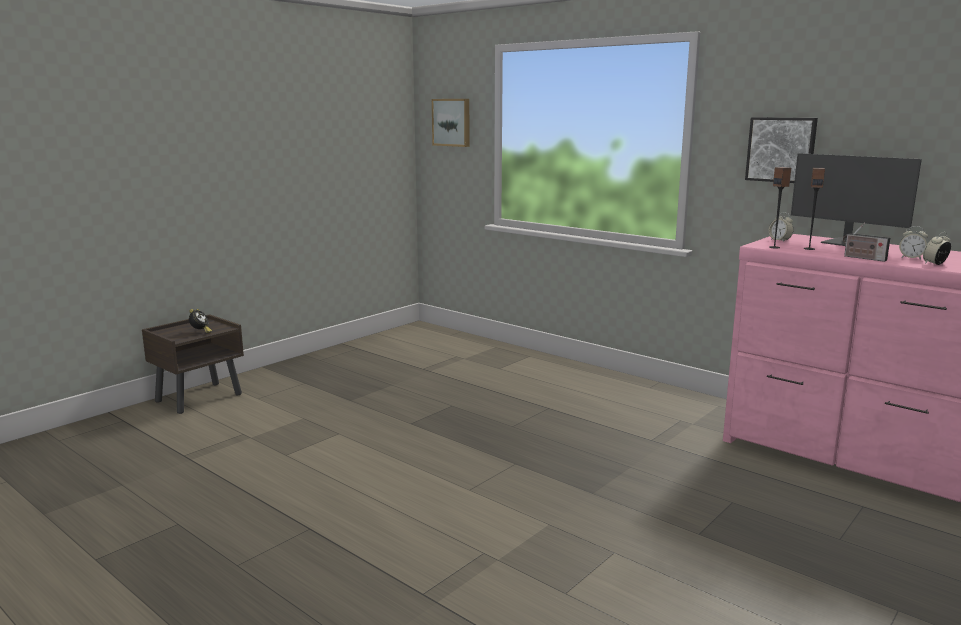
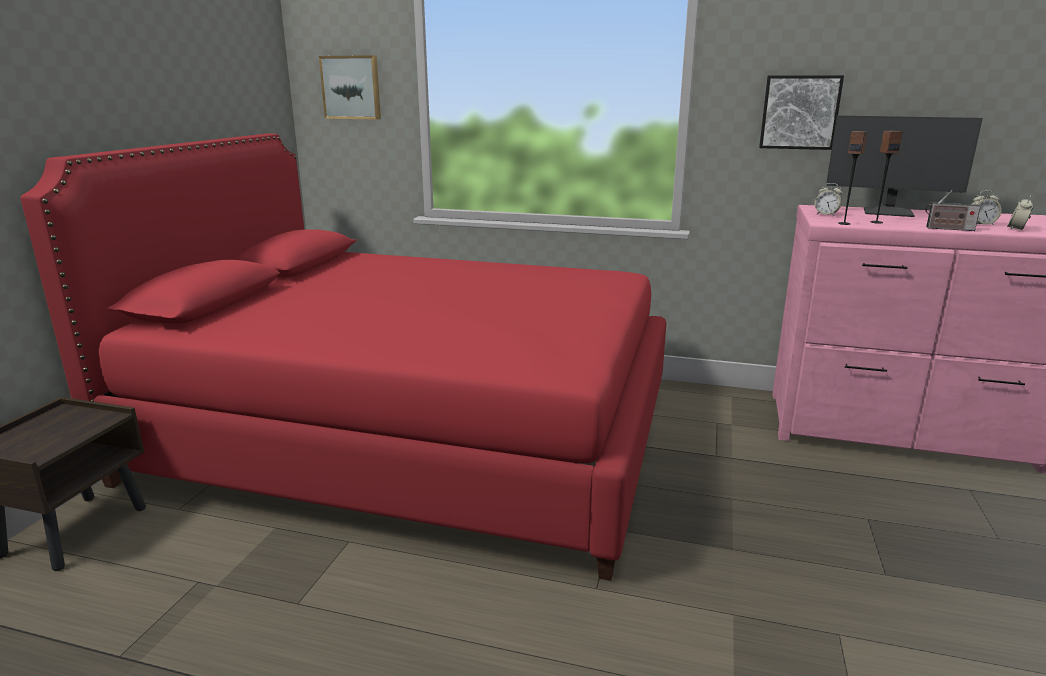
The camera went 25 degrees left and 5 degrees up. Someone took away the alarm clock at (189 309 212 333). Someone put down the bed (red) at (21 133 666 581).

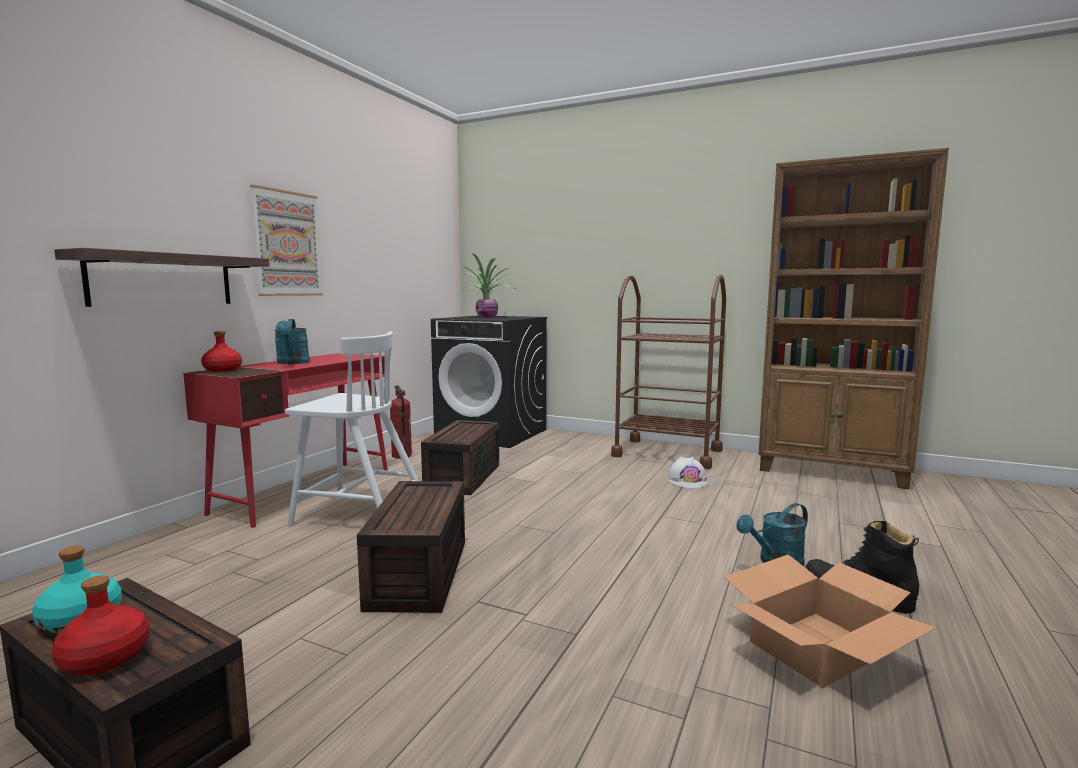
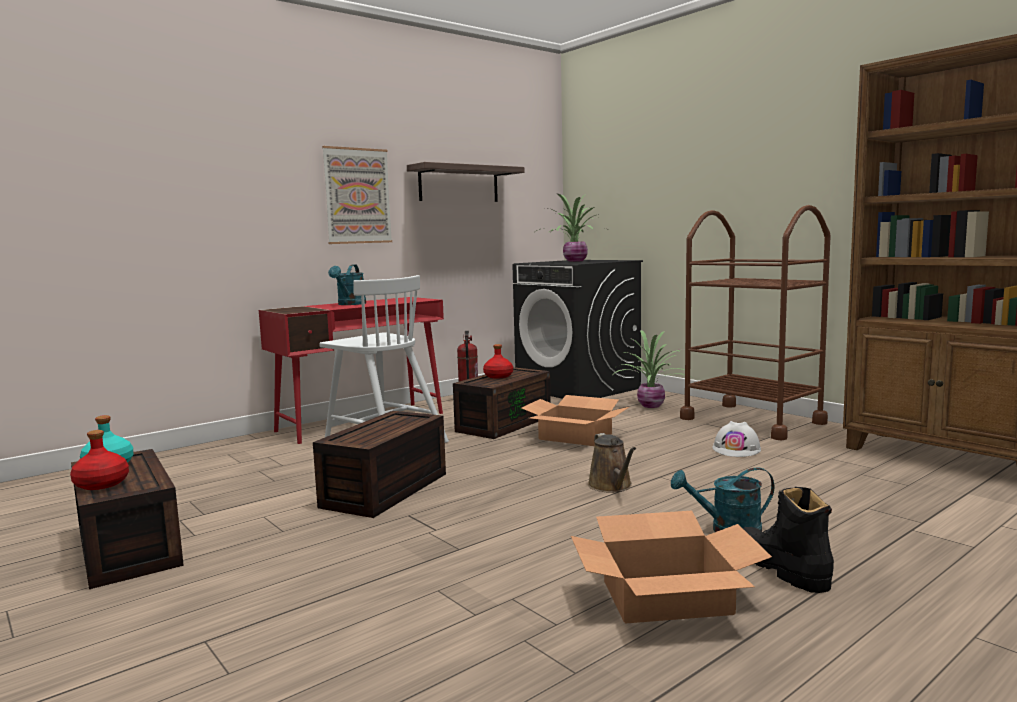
The camera went 25 degrees right and 0 degrees up. Someone put down the cardboard box at (522 395 629 446). Someone put down the watering can (brown) at (588 433 636 492). Someone put down the potted plant at (614 330 692 408). Someone carried the shelf from (54 248 270 307) to (407 162 525 202). Someone carried the bottle (red) from (201 331 242 372) to (483 344 513 378).

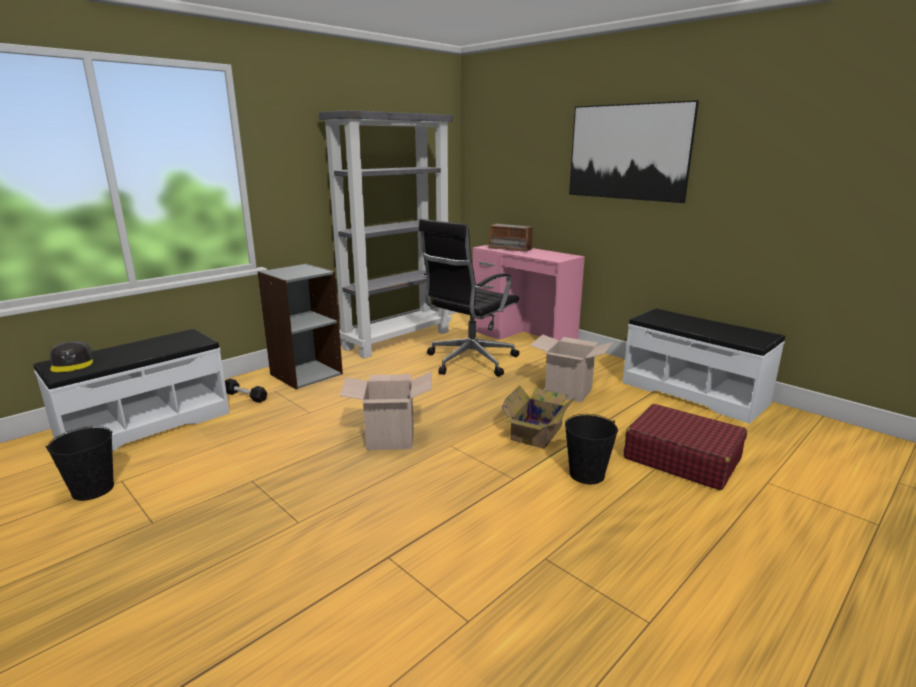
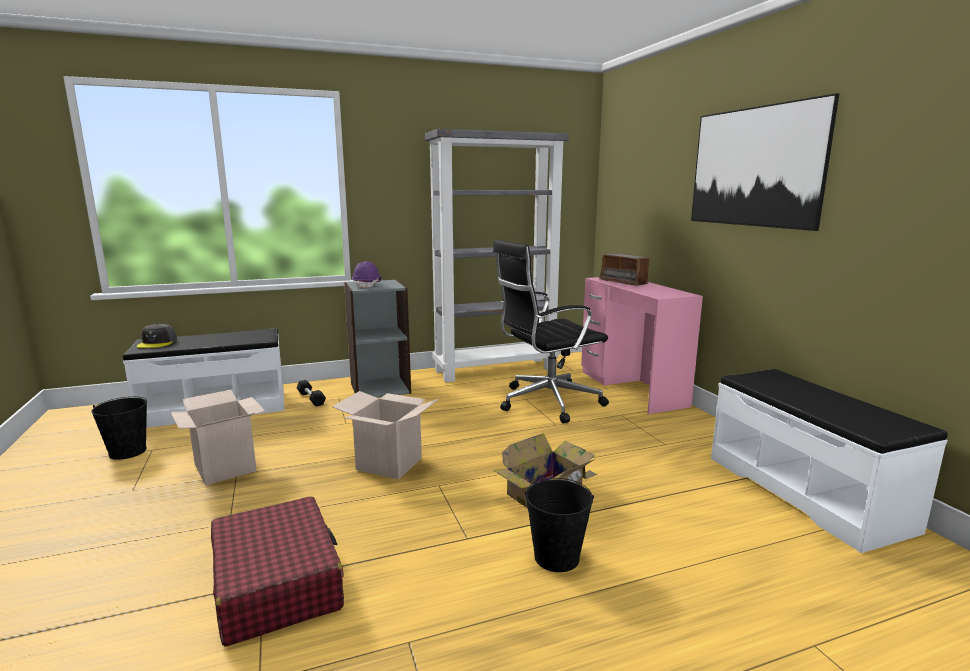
The camera went 25 degrees right and 5 degrees down. Someone put down the hard hat (purple) at (352 261 381 289). Someone carried the cardboard box from (530 334 613 403) to (170 390 265 485). Someone carried the suitcase (red) from (624 404 747 490) to (211 496 344 646).

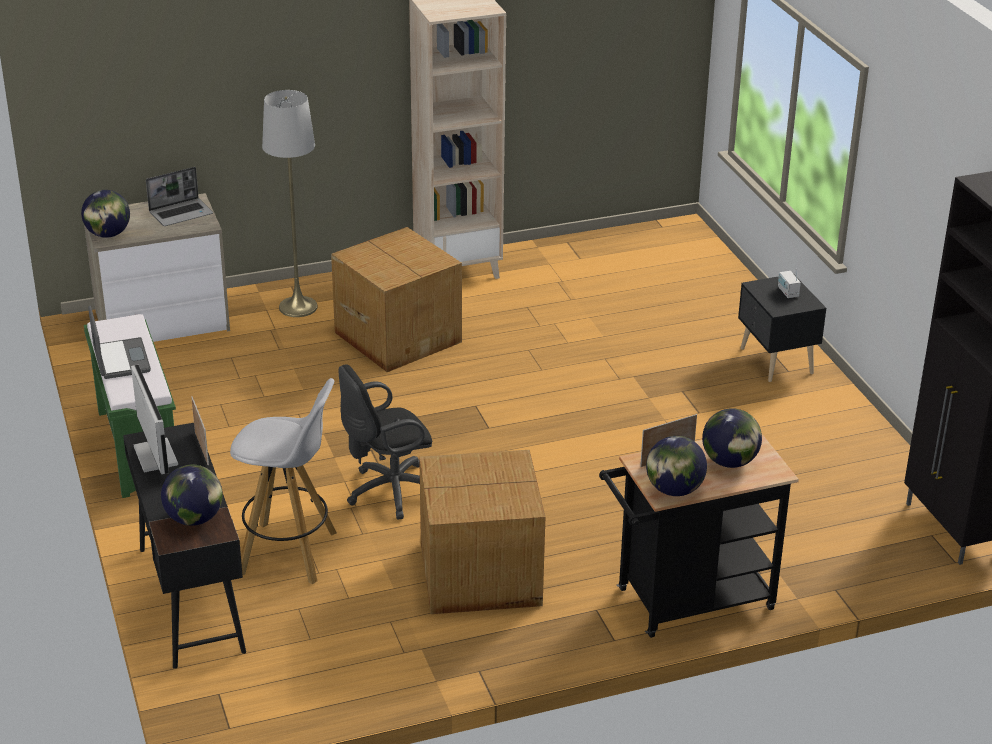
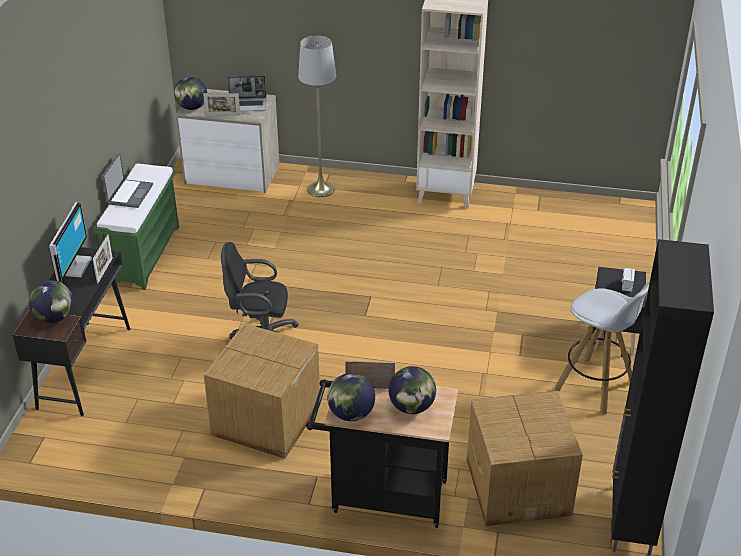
The camera went 30 degrees right and 5 degrees up. Someone put down the picture frame at (203 93 240 116). Someone carried the stool (white) from (230 378 337 584) to (555 281 650 415). Someone carried the cardboard box from (331 227 462 372) to (467 391 583 526).

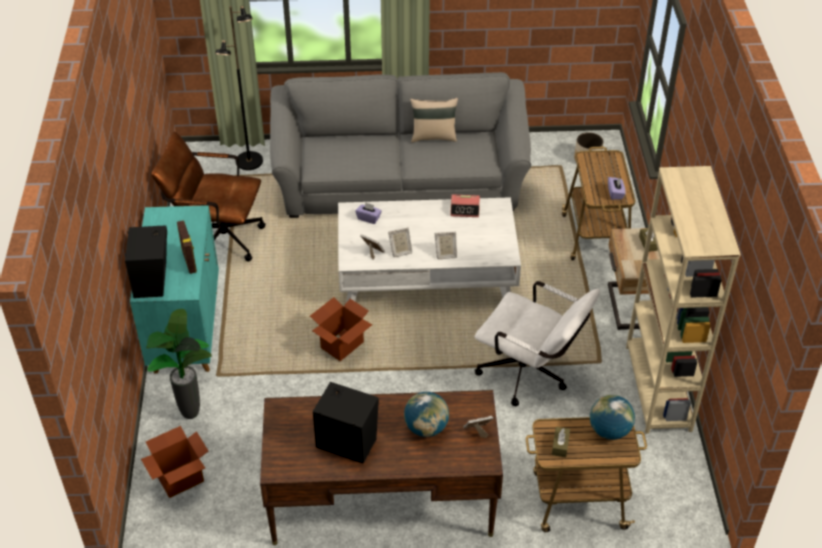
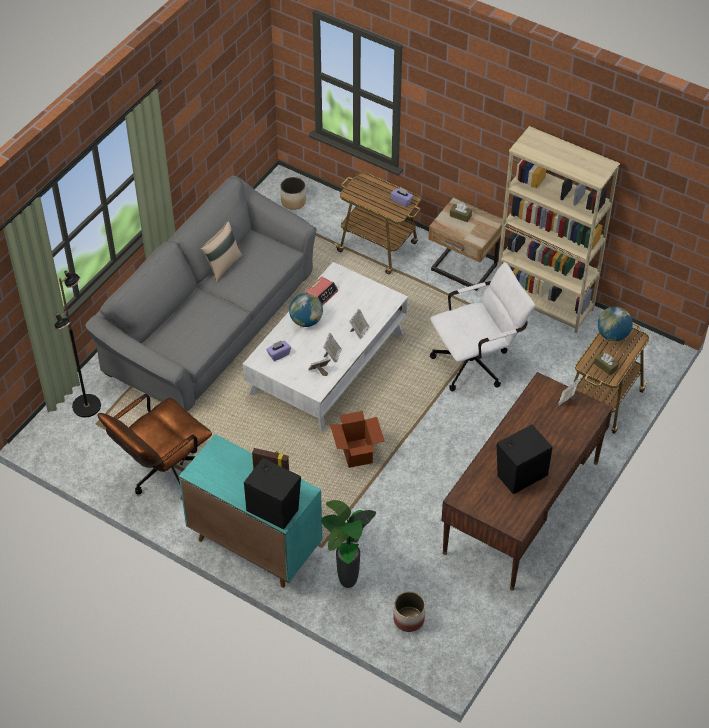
The camera went 55 degrees left and 5 degrees up. Someone carried the globe from (404 392 449 437) to (289 293 323 327). Someone swapped the cardboard box at (141 426 208 498) for the planter at (393 592 425 632).

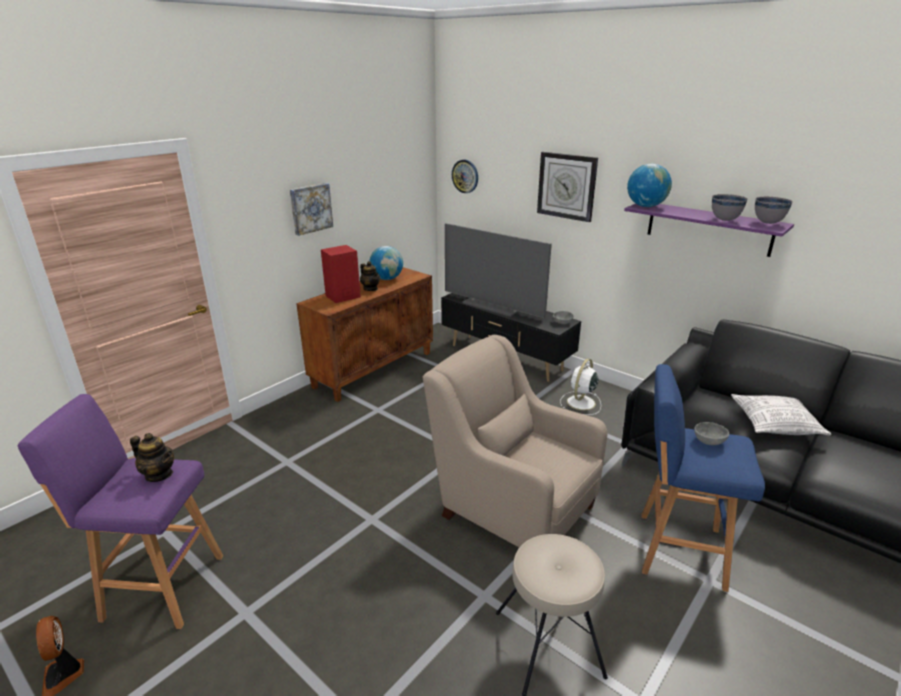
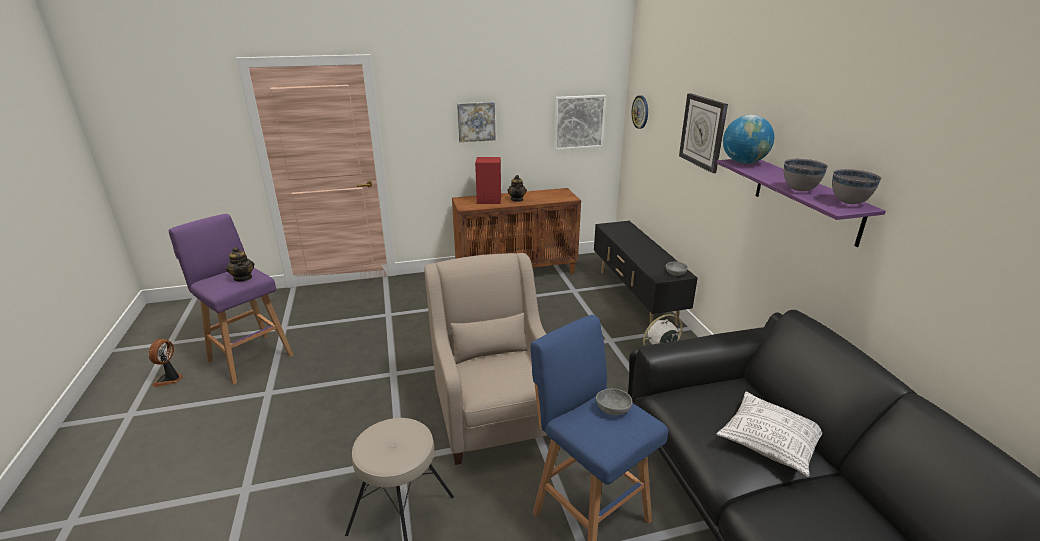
The camera went 35 degrees right and 0 degrees up. Someone took away the globe at (369 246 403 280). Someone took away the television at (445 223 552 318). Someone put up the picture at (554 95 606 150).

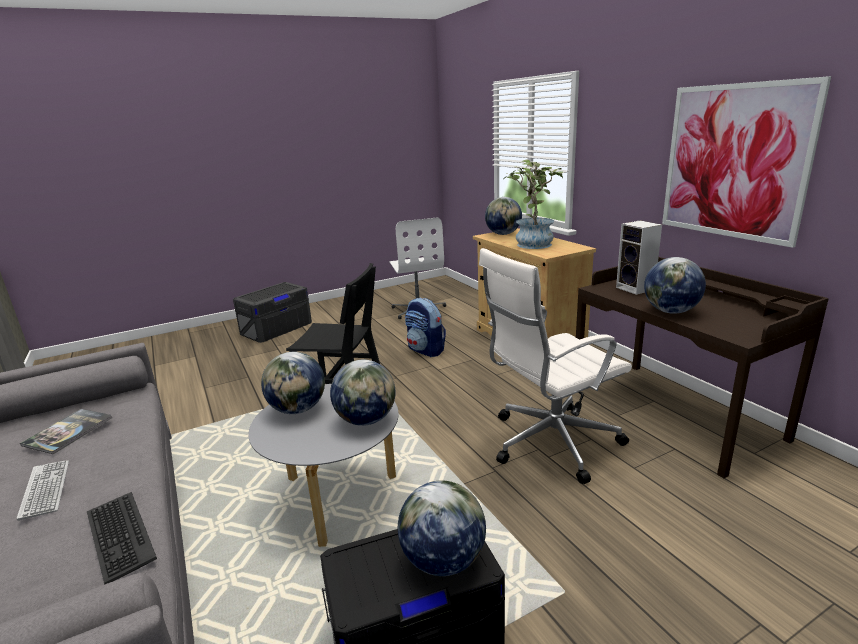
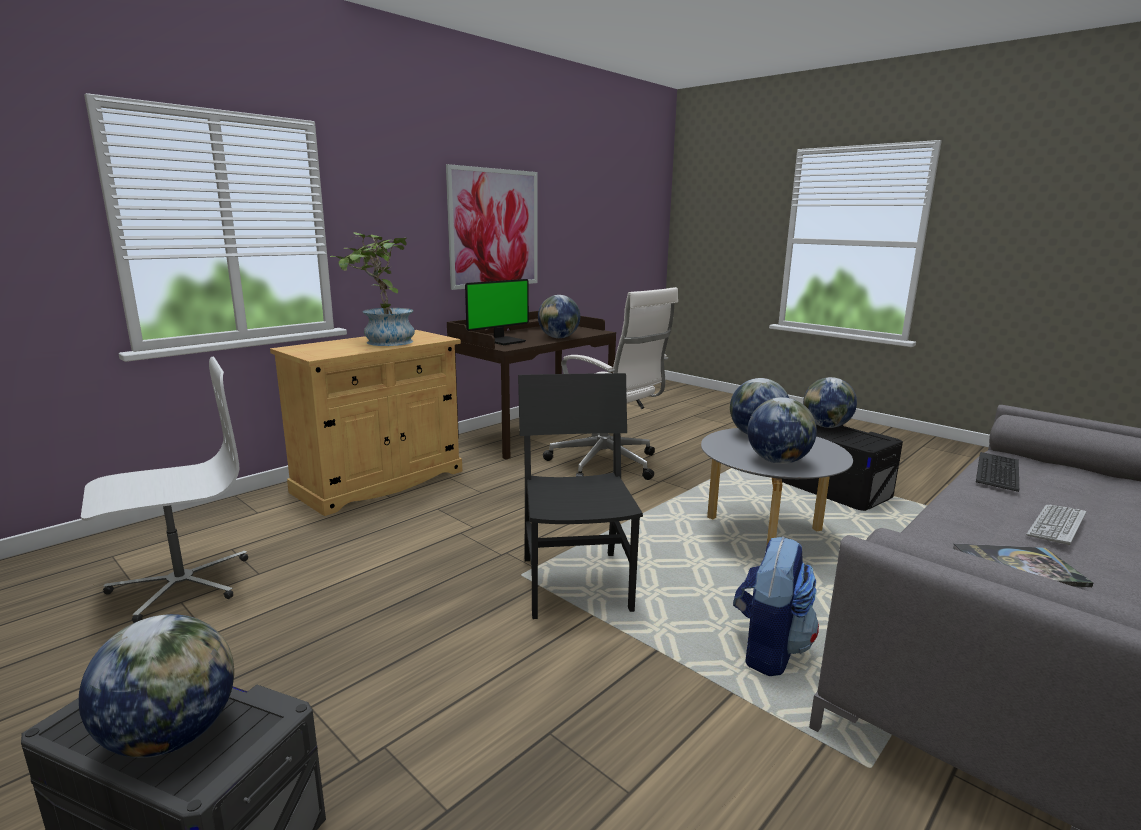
The camera went 110 degrees left and 5 degrees down. Someone carried the backpack from (405 298 446 357) to (733 536 819 676). Someone carried the globe from (485 197 522 235) to (79 614 234 758). Someone swapped the speaker at (616 220 662 295) for the monitor at (465 279 529 345).

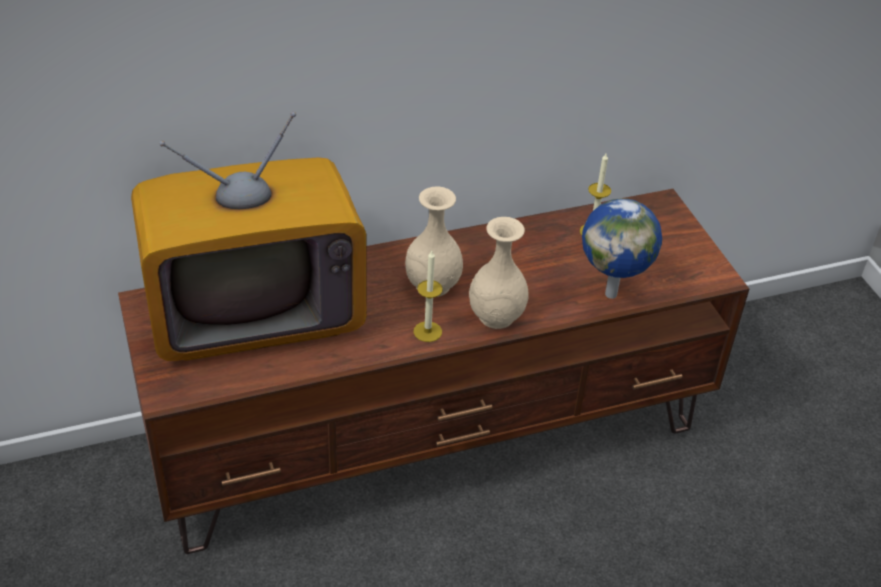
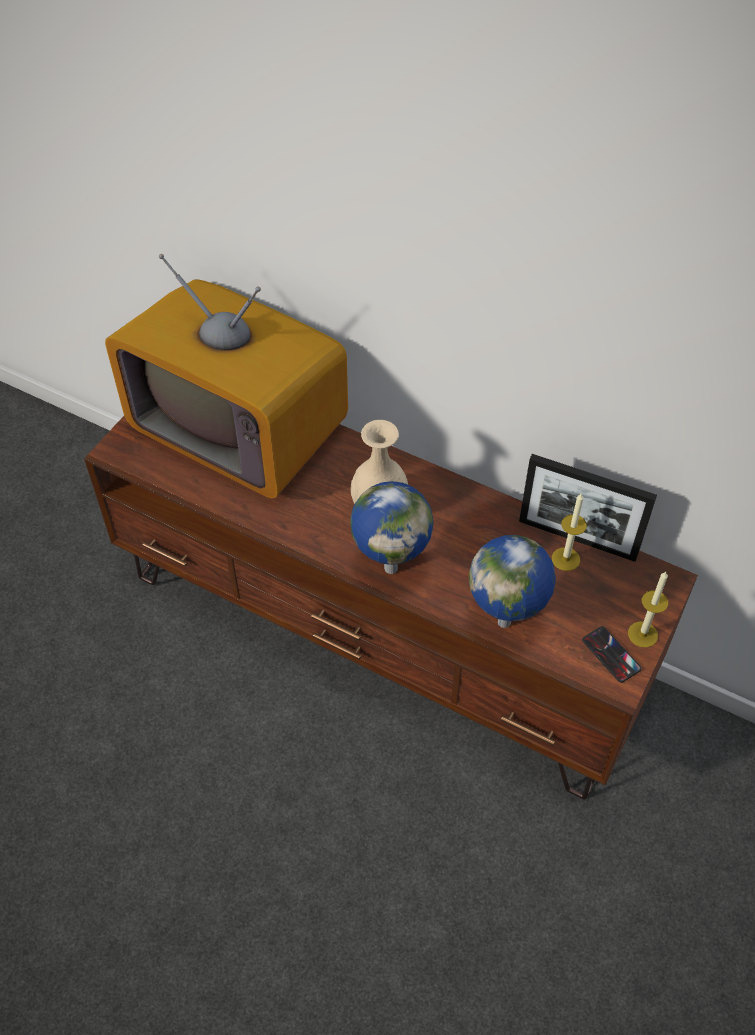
The camera went 50 degrees right and 10 degrees up. Someone put down the picture frame at (519 454 657 562). Someone put down the phone at (582 626 642 683). Someone carried the candle from (413 251 443 342) to (628 572 668 648). Someone swapped the vase (beige) at (469 217 529 329) for the globe at (350 481 434 574).

